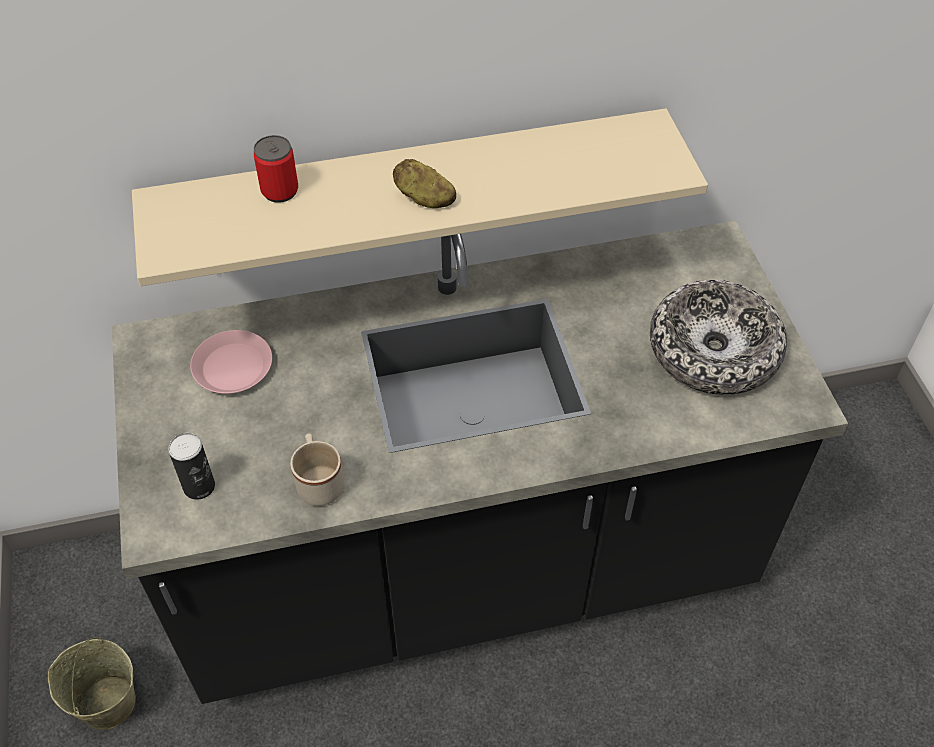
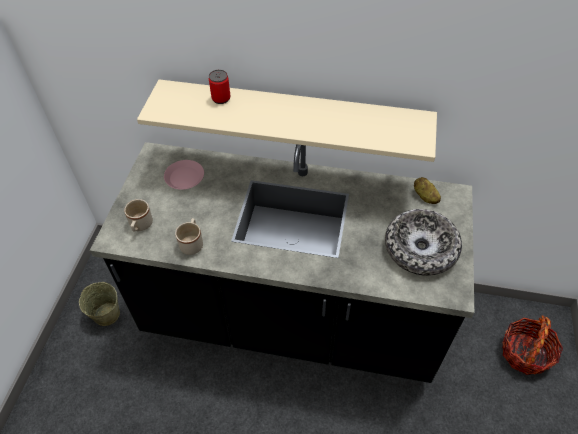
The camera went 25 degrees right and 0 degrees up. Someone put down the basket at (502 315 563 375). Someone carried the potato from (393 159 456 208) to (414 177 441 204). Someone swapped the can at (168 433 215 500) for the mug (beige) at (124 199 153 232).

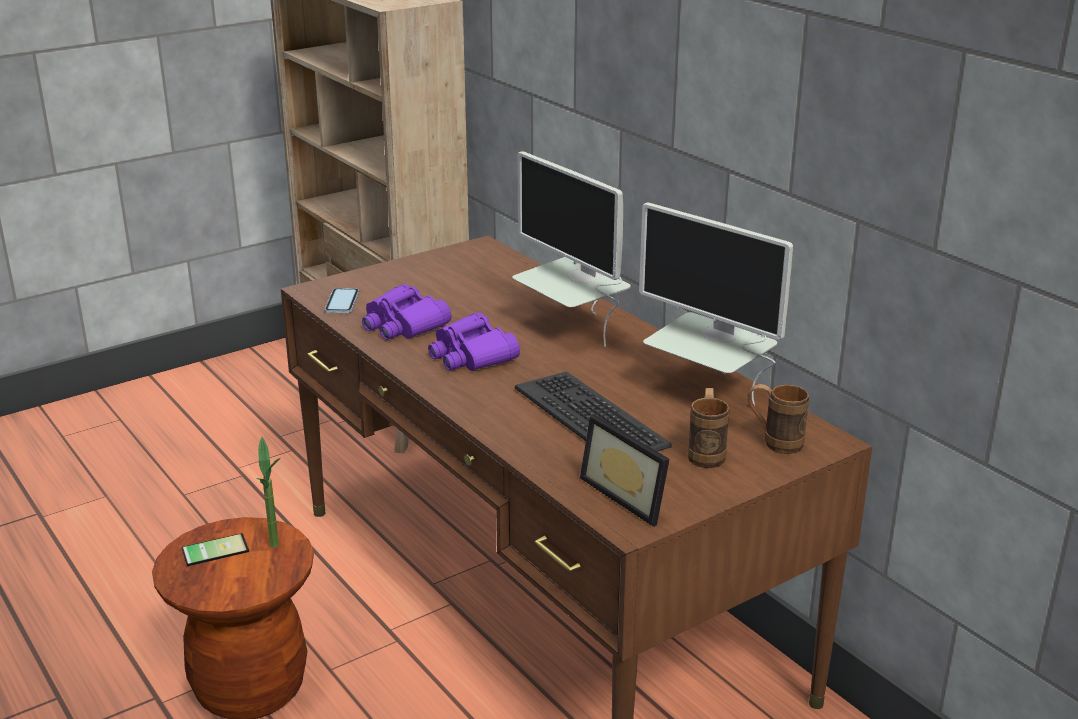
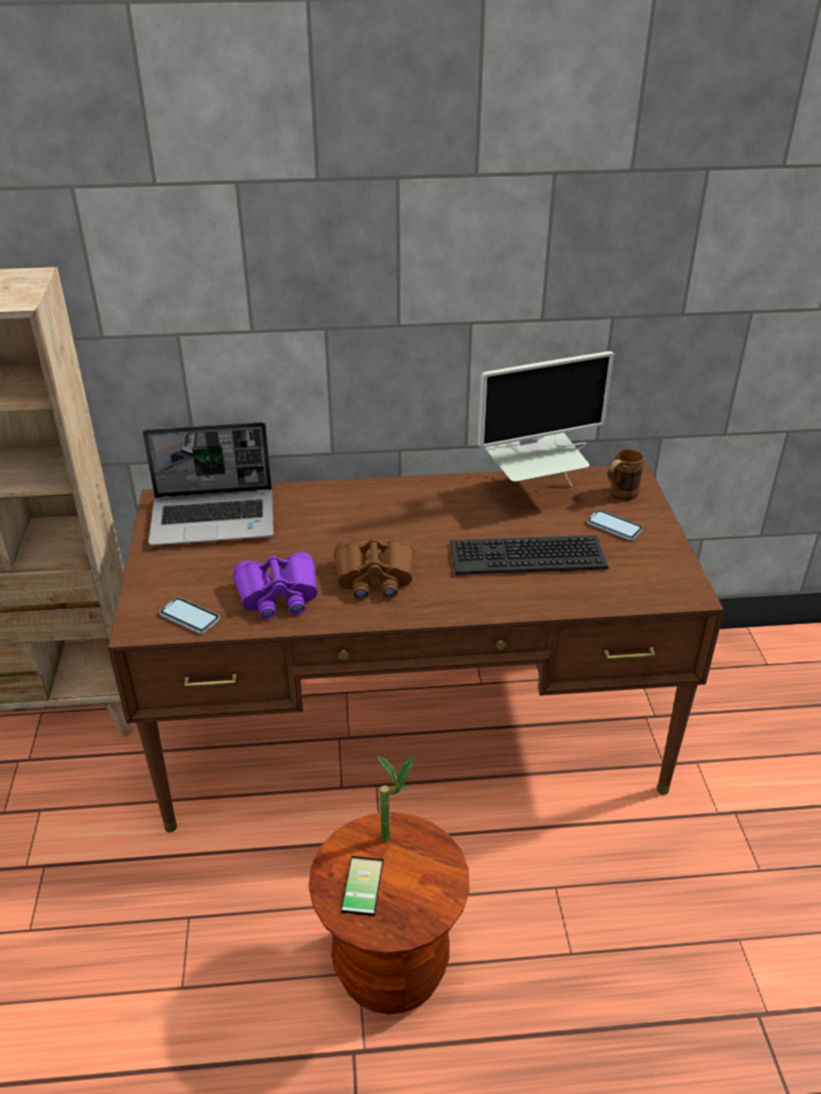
The camera went 60 degrees left and 10 degrees up. Someone took away the monitor at (512 151 631 347). Someone took away the picture frame at (580 414 669 526). Someone put down the laptop at (143 422 274 546). Someone swapped the mug (brown) at (688 388 730 468) for the phone at (587 510 643 540). Someone repainted the binoculars (purple) at (428 312 520 371), which became the binoculars (brown) at (334 538 414 600).

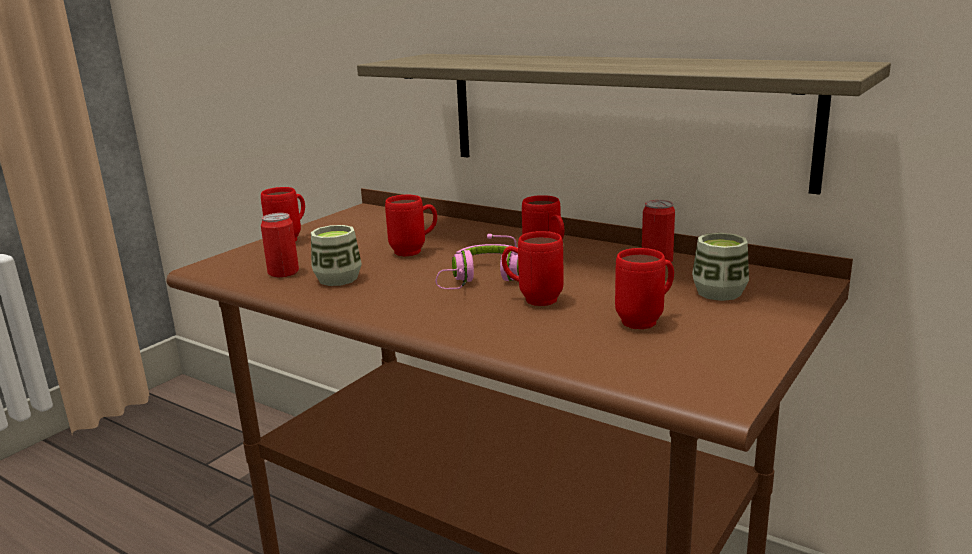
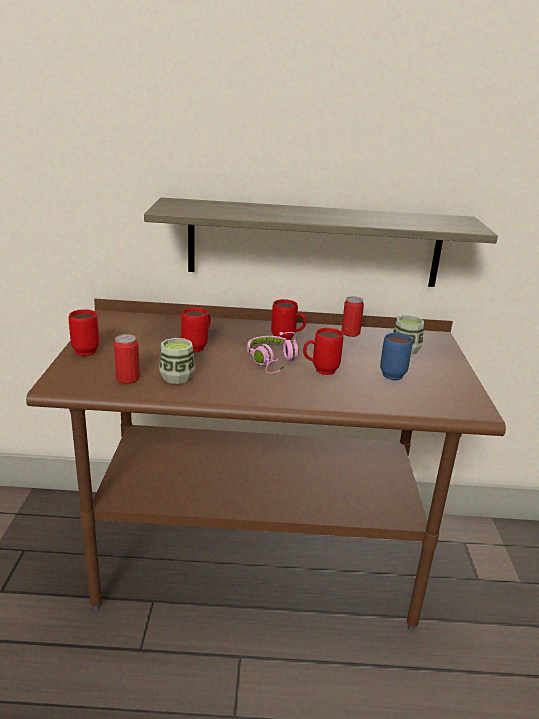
The camera went 35 degrees left and 5 degrees up. Someone repainted the mug (red) at (615 248 674 329), which became the mug (blue) at (380 333 413 380).

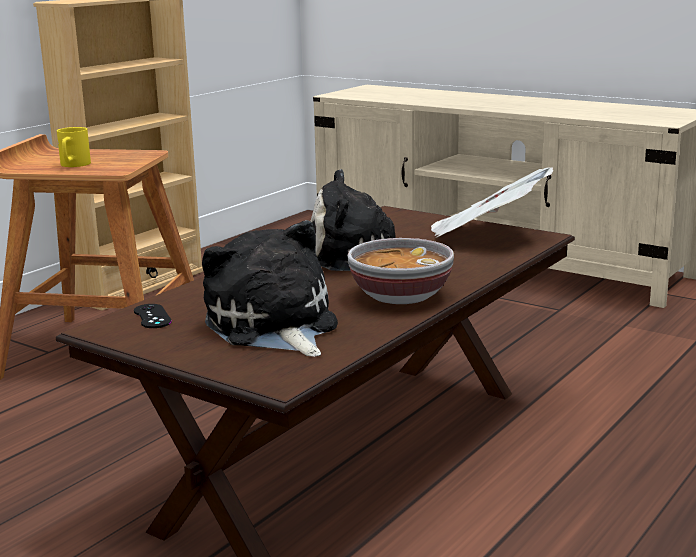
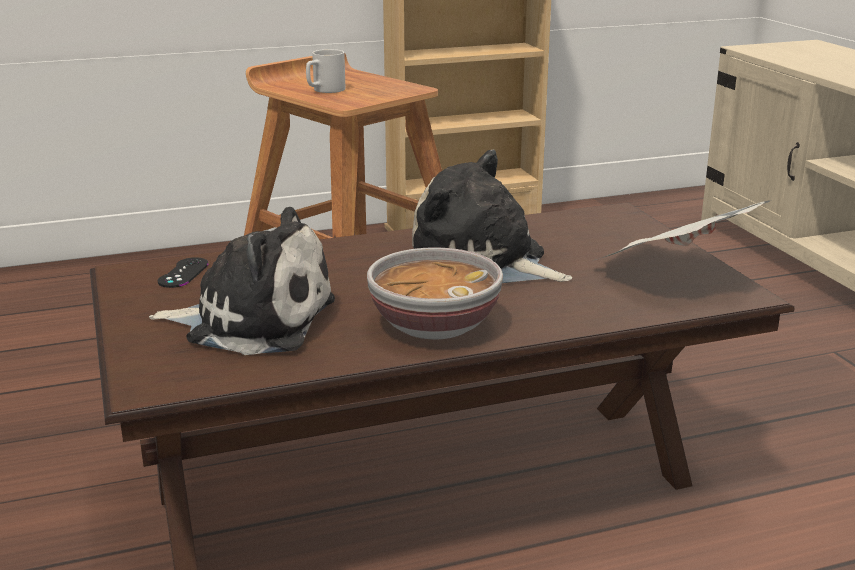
The camera went 35 degrees right and 5 degrees up. Someone repainted the mug (yellow) at (57 127 91 167), which became the mug (white) at (306 49 345 93). Someone rotated the plush toy at (202 220 338 357) by 90 degrees clockwise.

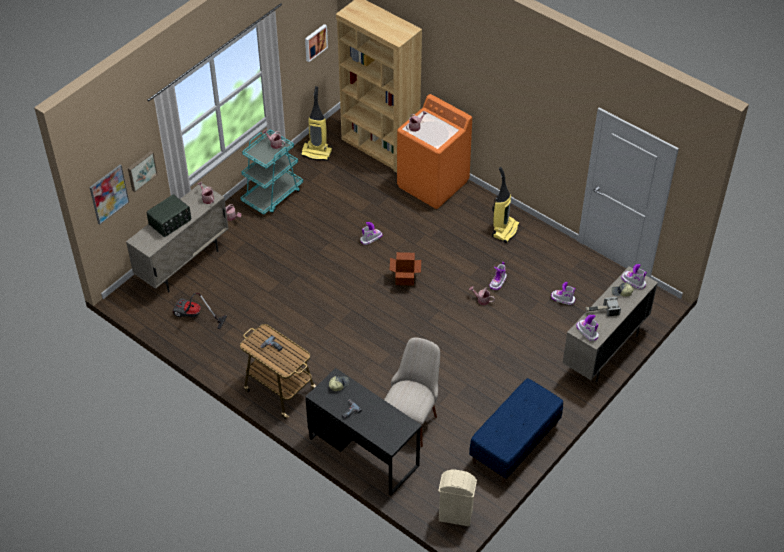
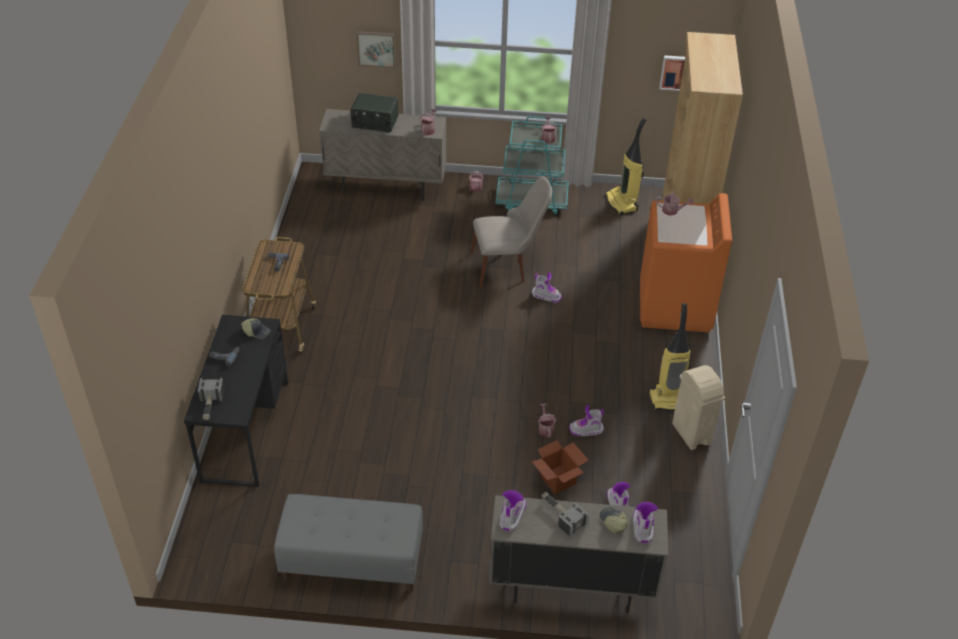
The camera went 55 degrees right and 5 degrees down. Someone took away the picture at (89 165 129 225). Someone took away the vacuum cleaner at (172 293 227 329). Someone put down the hammer at (198 378 224 420). Someone carried the chair (beige) from (384 338 440 447) to (470 176 552 287). Someone carried the cardboard box from (389 252 421 286) to (532 440 589 494). Someone carried the trash can (beige) from (438 469 477 526) to (672 365 725 450). Someone repainted the bench (blue) at (469 378 563 484), which became the bench (grey) at (274 494 423 592).

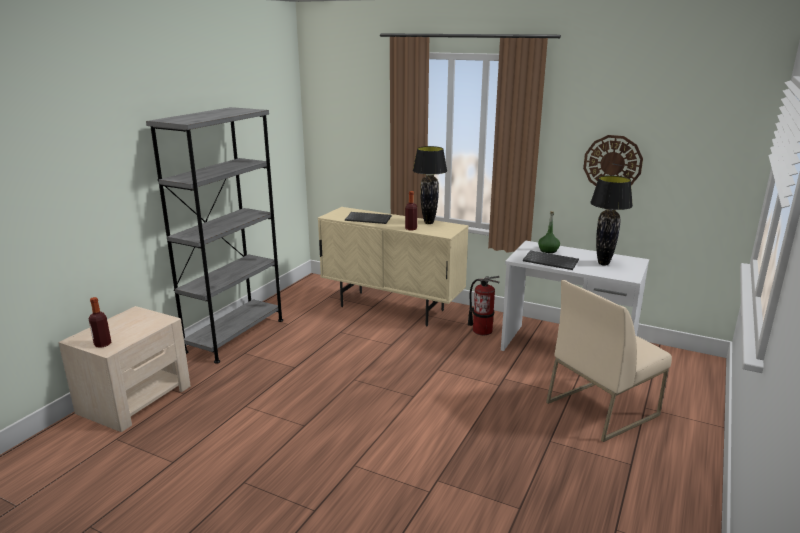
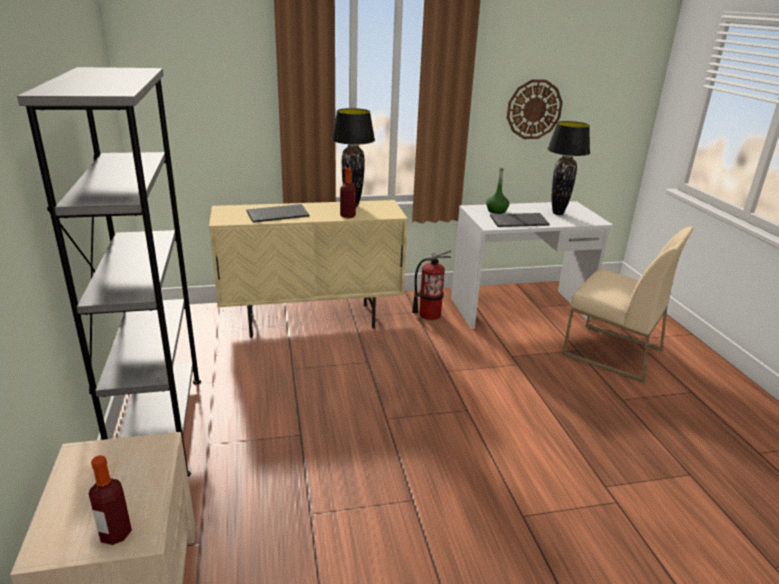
The camera went 40 degrees left and 5 degrees up. Someone rotated the chair (beige) at (546 280 672 442) by 75 degrees counterclockwise.

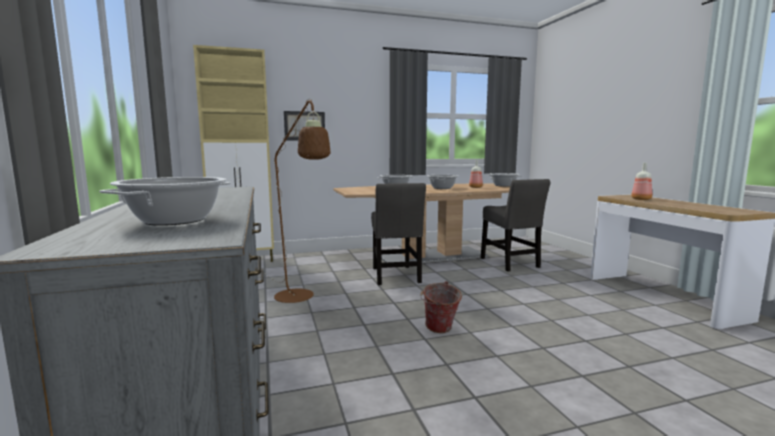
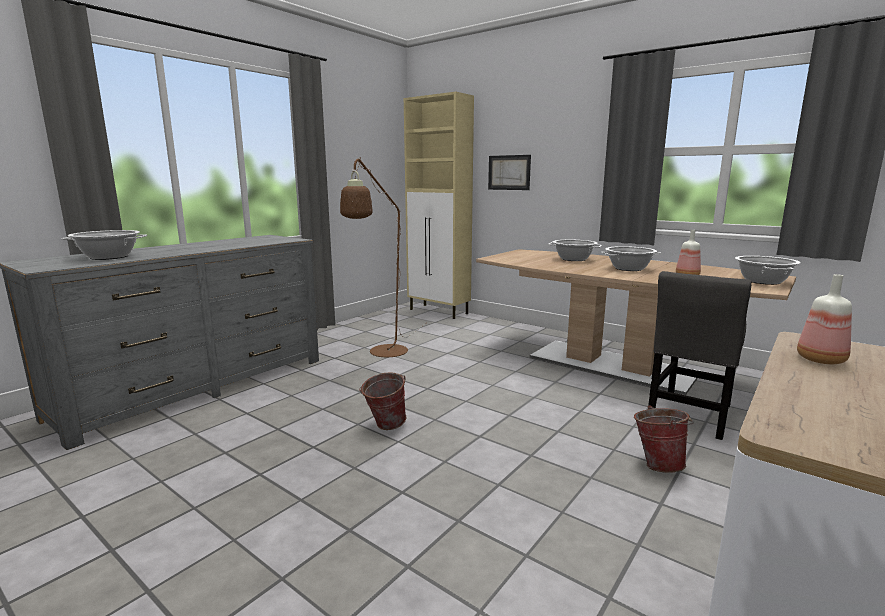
The camera went 55 degrees right and 5 degrees up. Someone took away the chair (grey) at (371 183 426 285). Someone put down the bucket at (634 406 694 473).

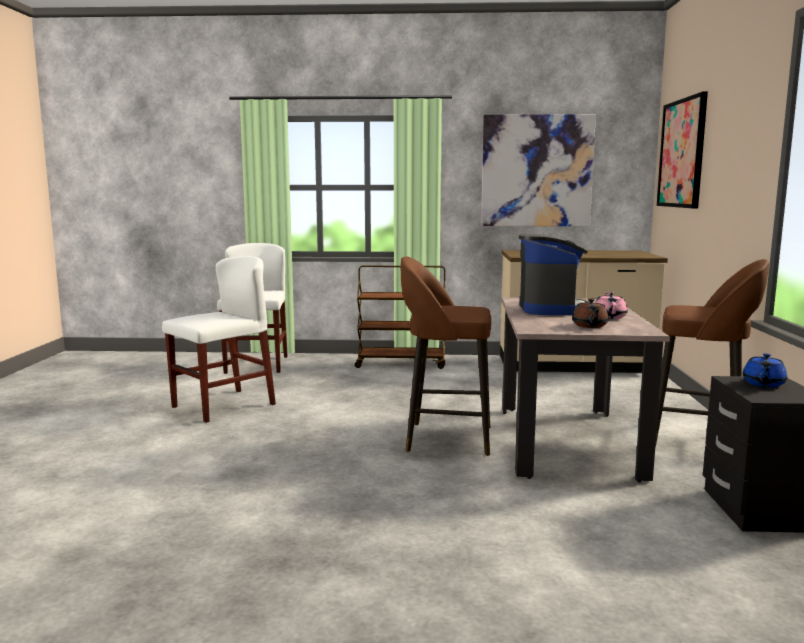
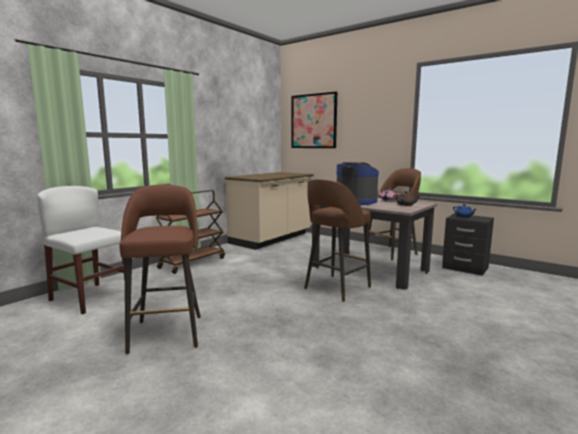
The camera went 55 degrees left and 0 degrees up. Someone took away the picture at (481 114 596 226). Someone swapped the chair (white) at (162 256 276 423) for the stool (brown) at (120 184 201 354).

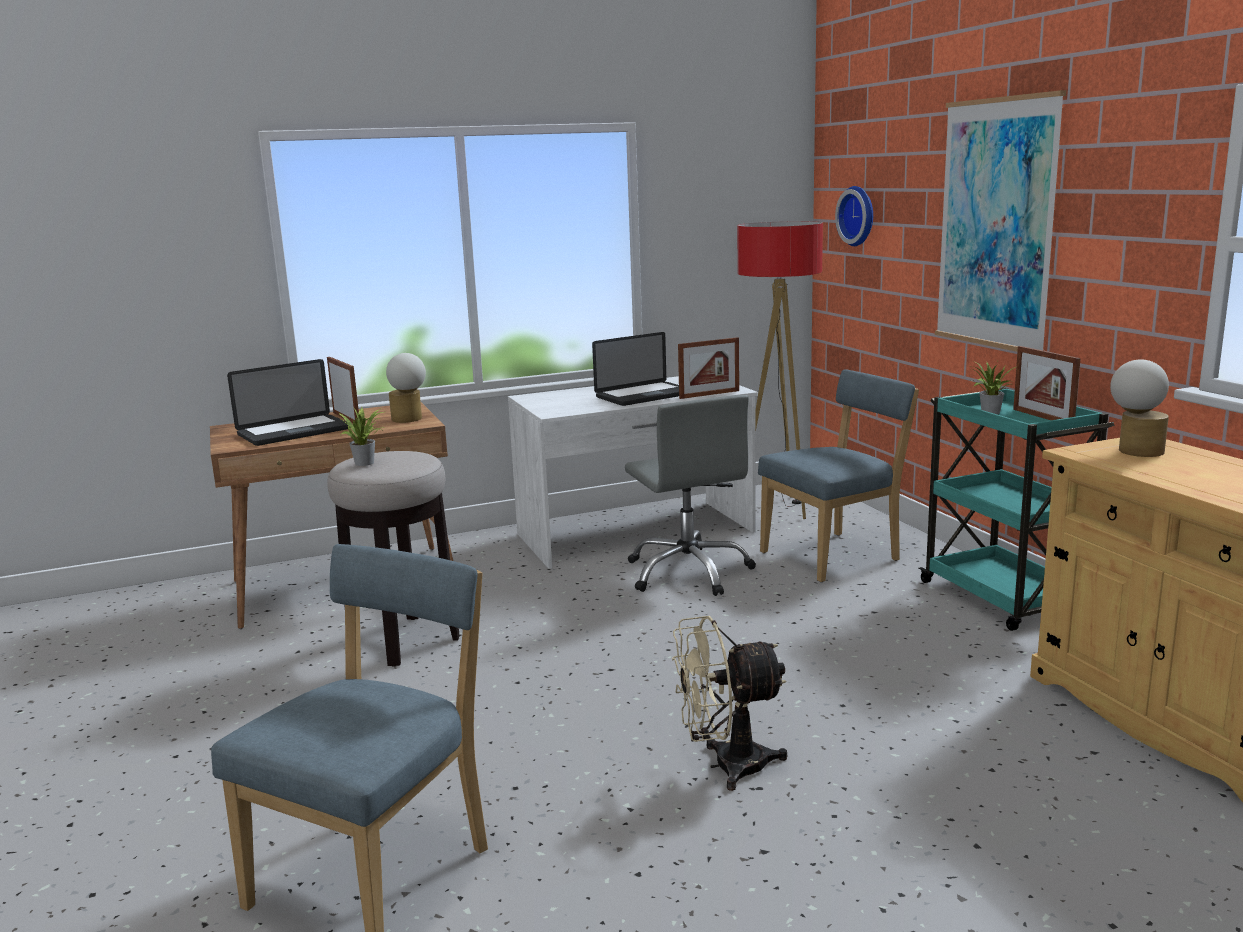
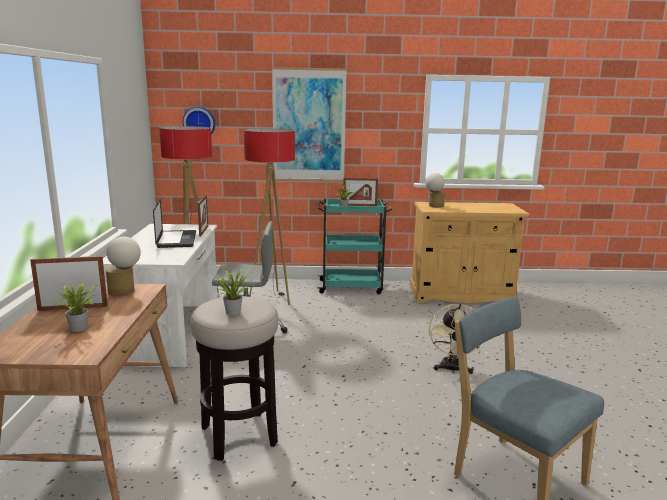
The camera went 70 degrees left and 0 degrees up. Someone swapped the laptop at (227 359 348 446) for the potted plant at (54 282 98 332). Someone swapped the chair (blue) at (758 369 919 582) for the floor lamp at (244 128 295 305).

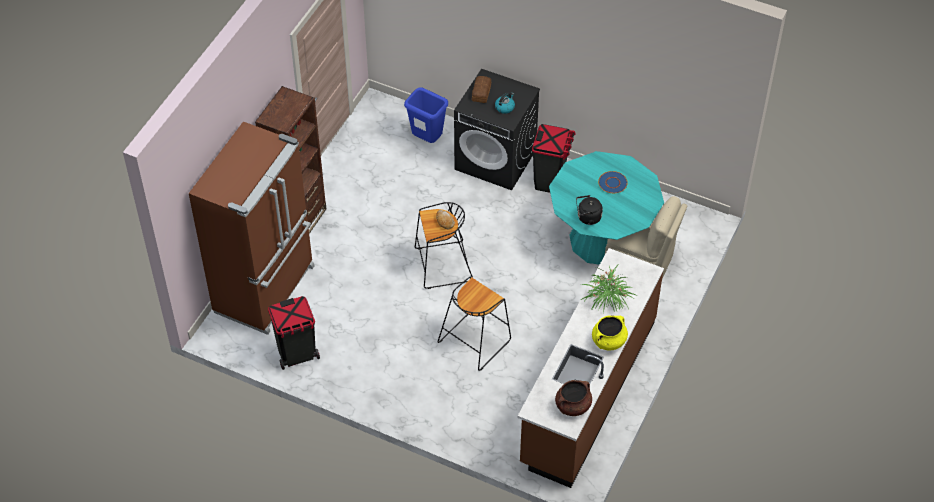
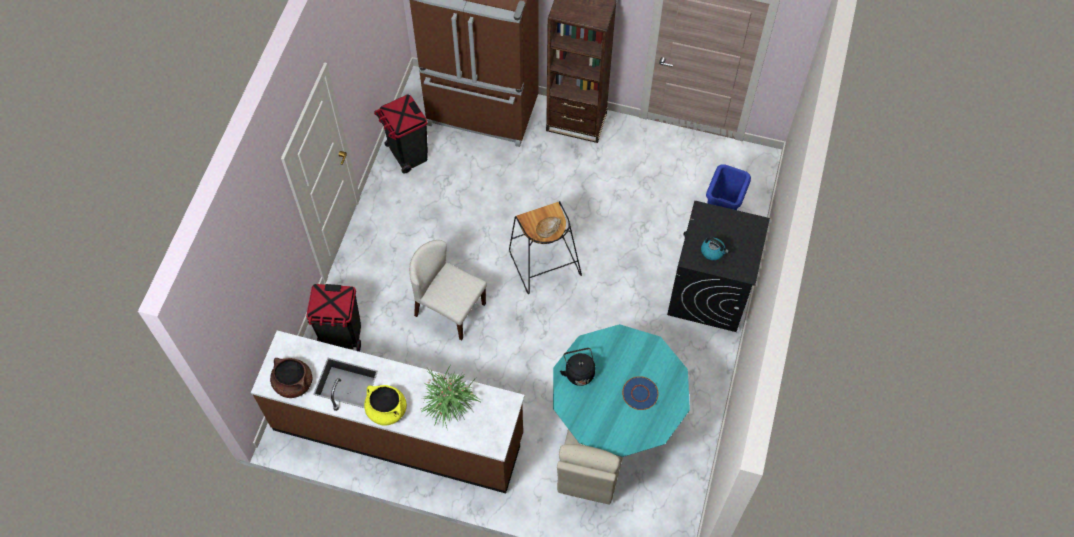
The camera went 80 degrees right and 10 degrees up. Someone took away the bread at (472 76 491 103). Someone carried the trash can (black) from (532 124 576 193) to (306 284 361 351). Someone swapped the stool (black) at (437 276 511 371) for the chair (beige) at (409 240 487 340).

